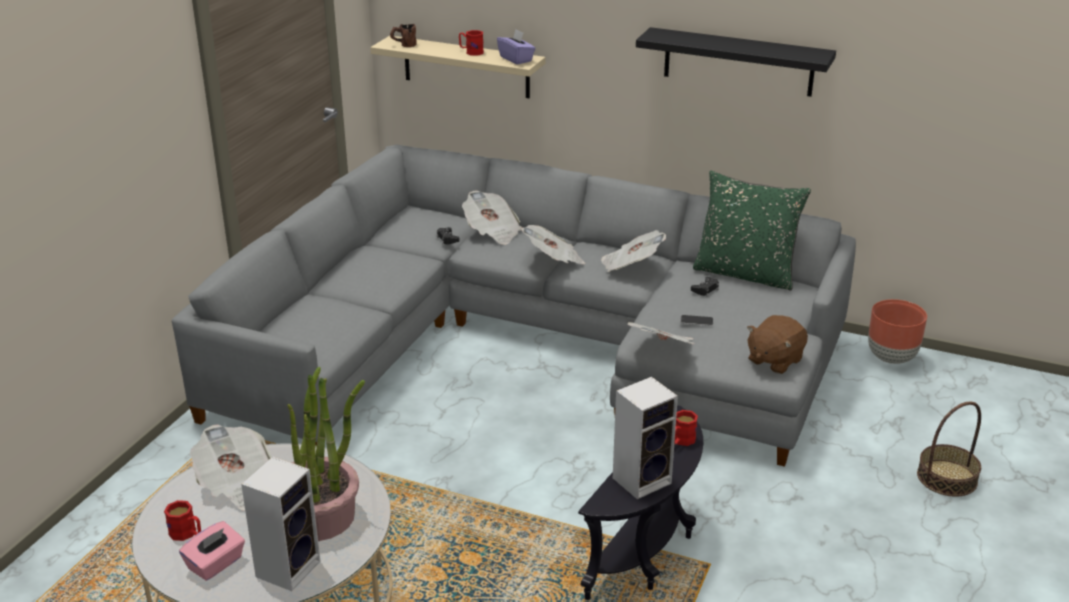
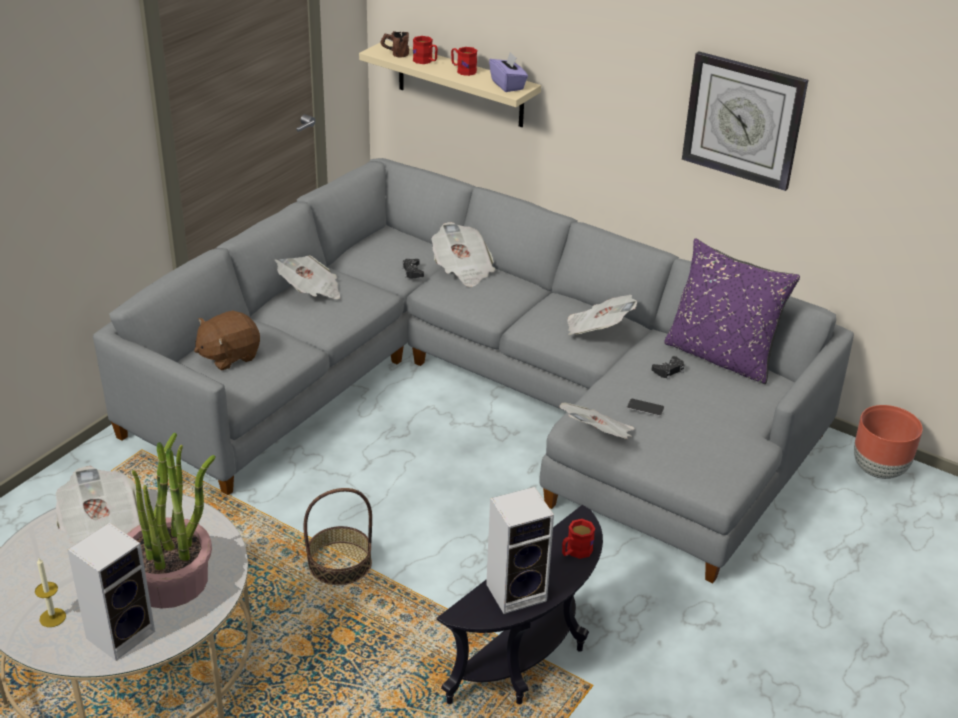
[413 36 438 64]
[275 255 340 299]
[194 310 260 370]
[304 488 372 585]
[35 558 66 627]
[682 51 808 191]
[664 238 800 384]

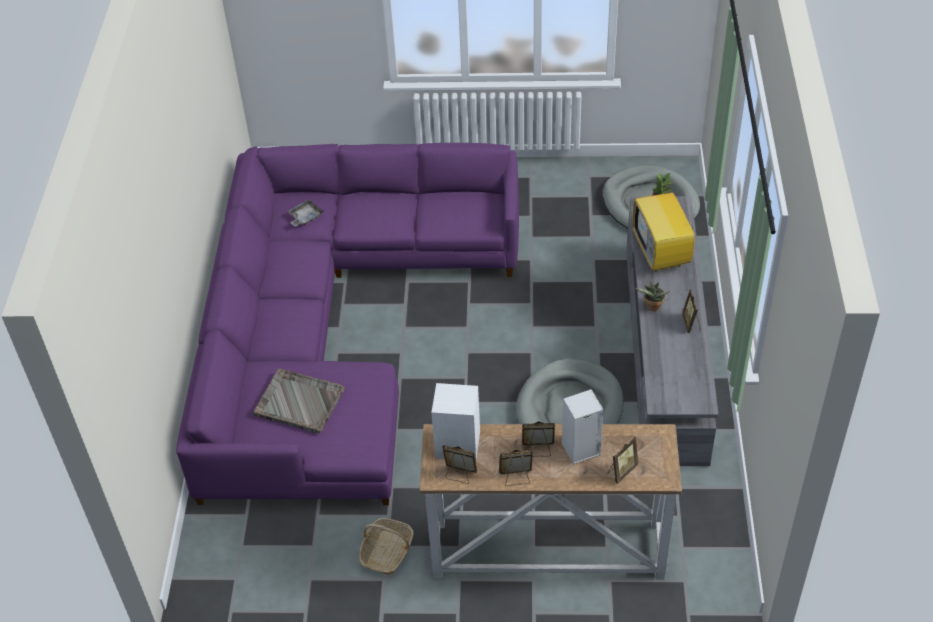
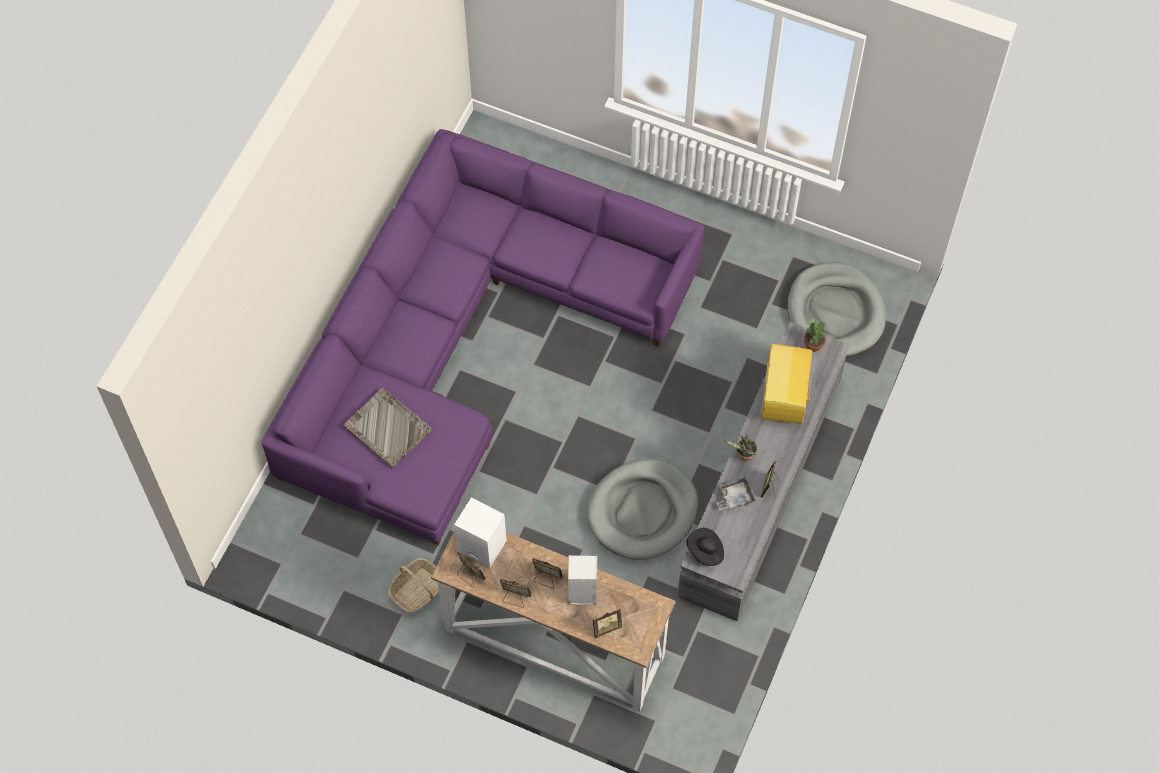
[686 528 724 566]
[716 477 756 511]

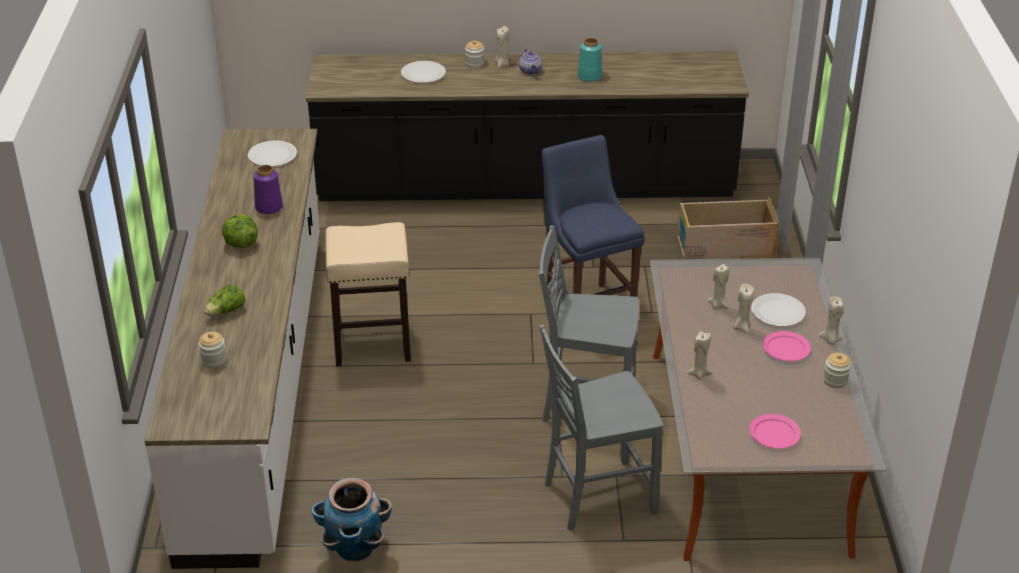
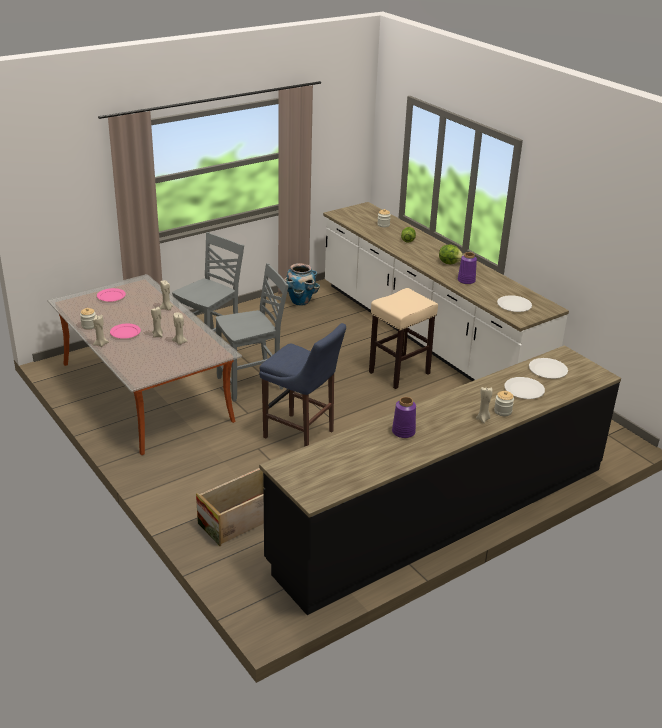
[519 49 542 75] (first image)
[529 358 568 379]
[392 397 416 438]

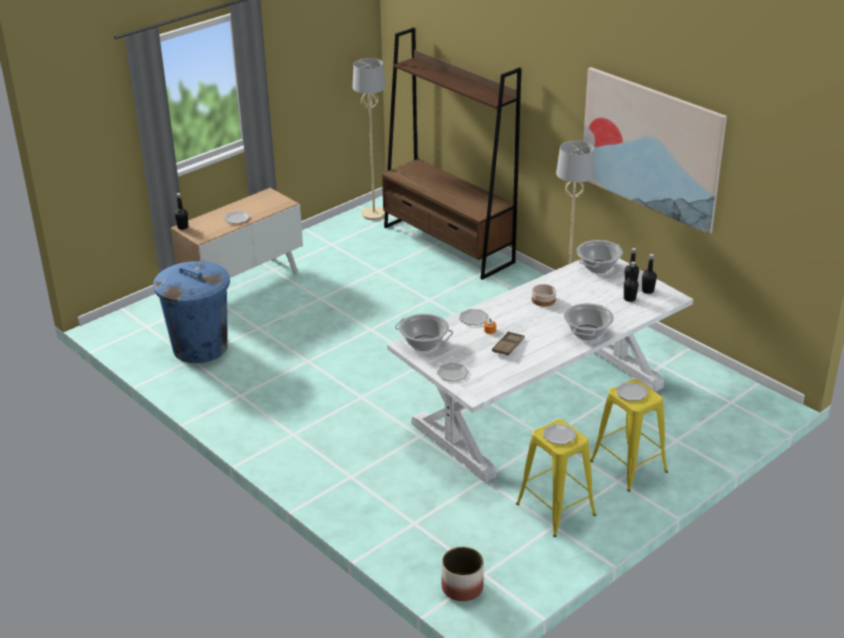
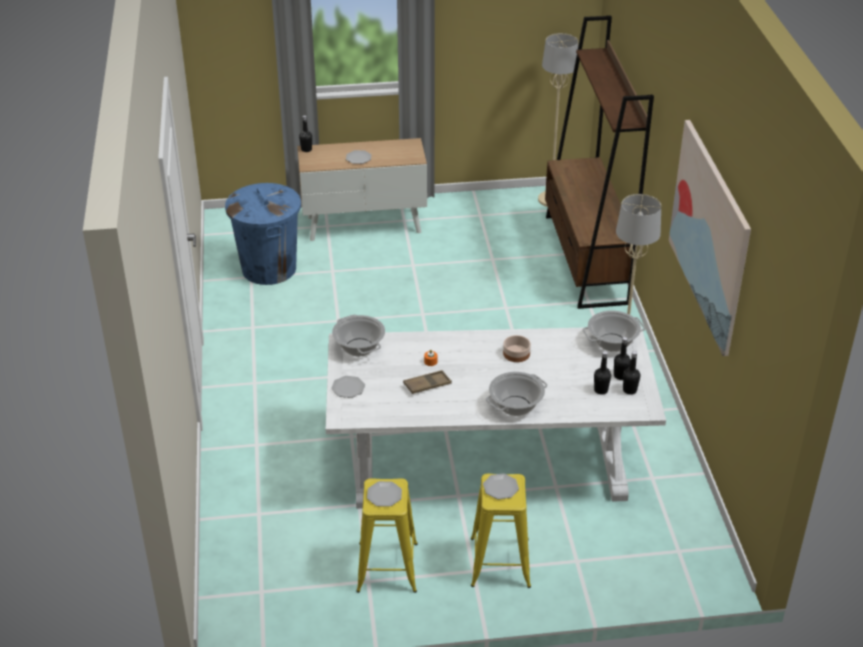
[442 547 484 601] (first image)
[459 309 488 325] (first image)

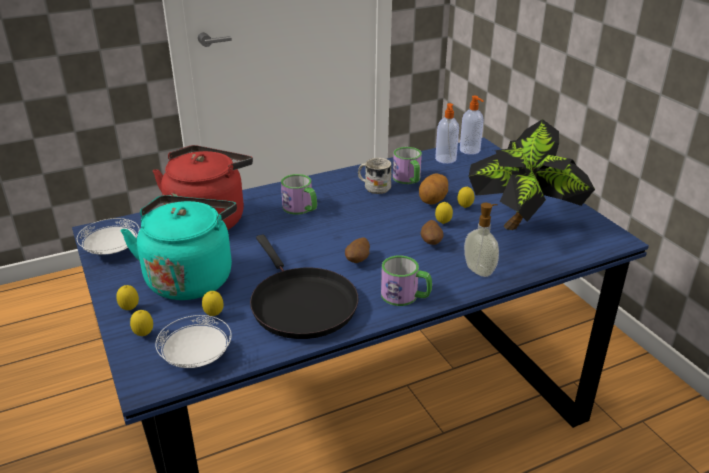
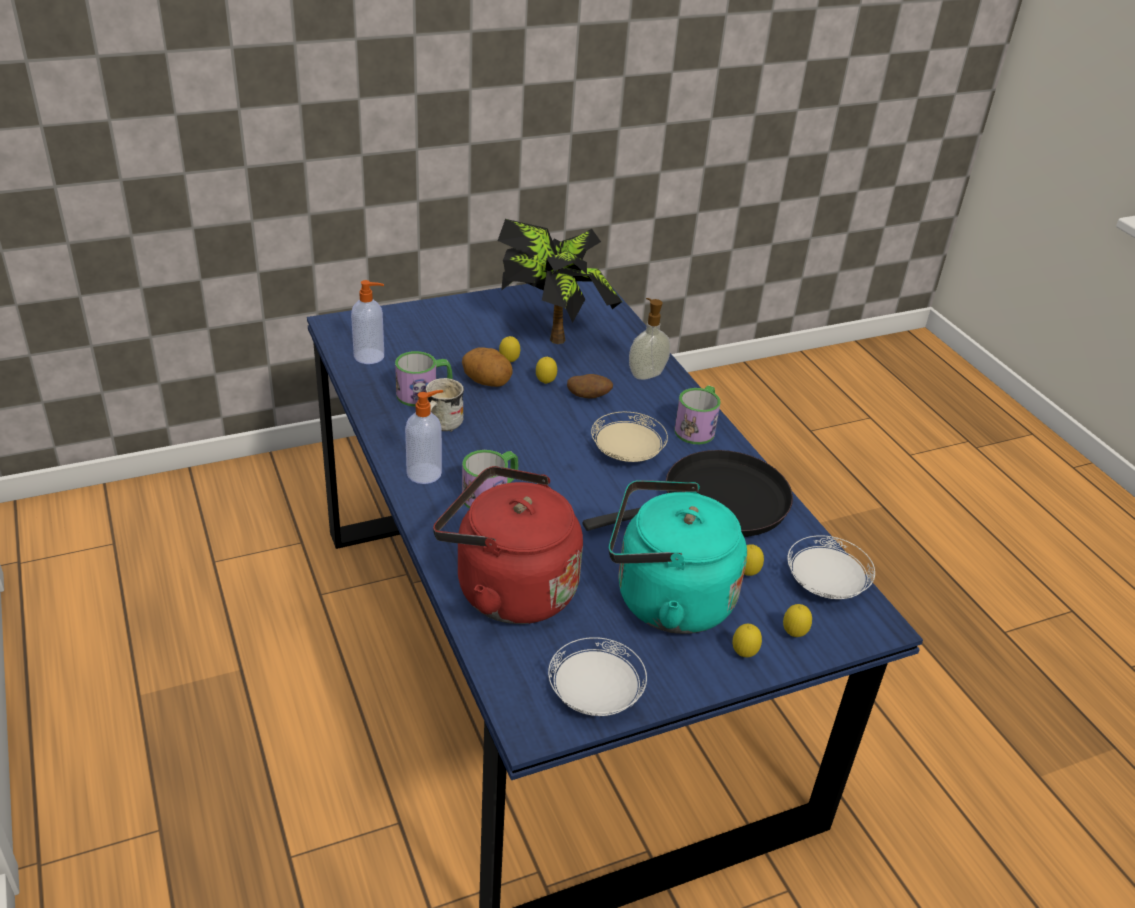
[405 390 443 484]
[591 412 668 462]

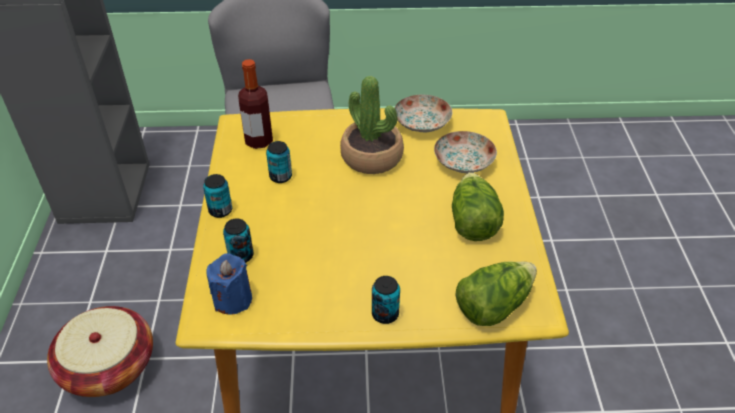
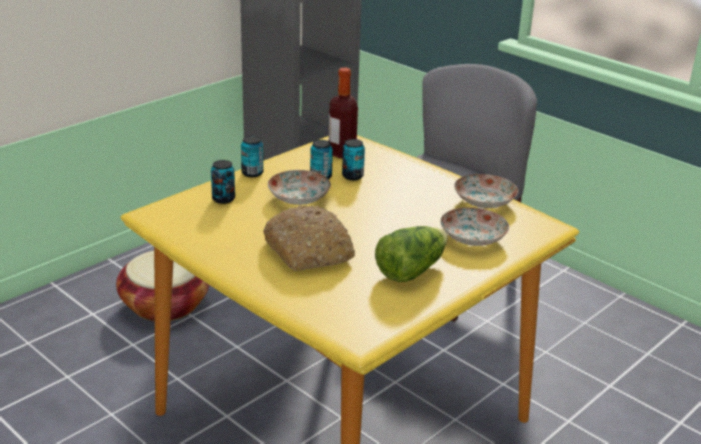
[206 253 252 315] (first image)
[340 76 404 174] (first image)
[455 261 537 326] (first image)
[263 205 355 271]
[268 170 331 205]
[342 139 365 180]

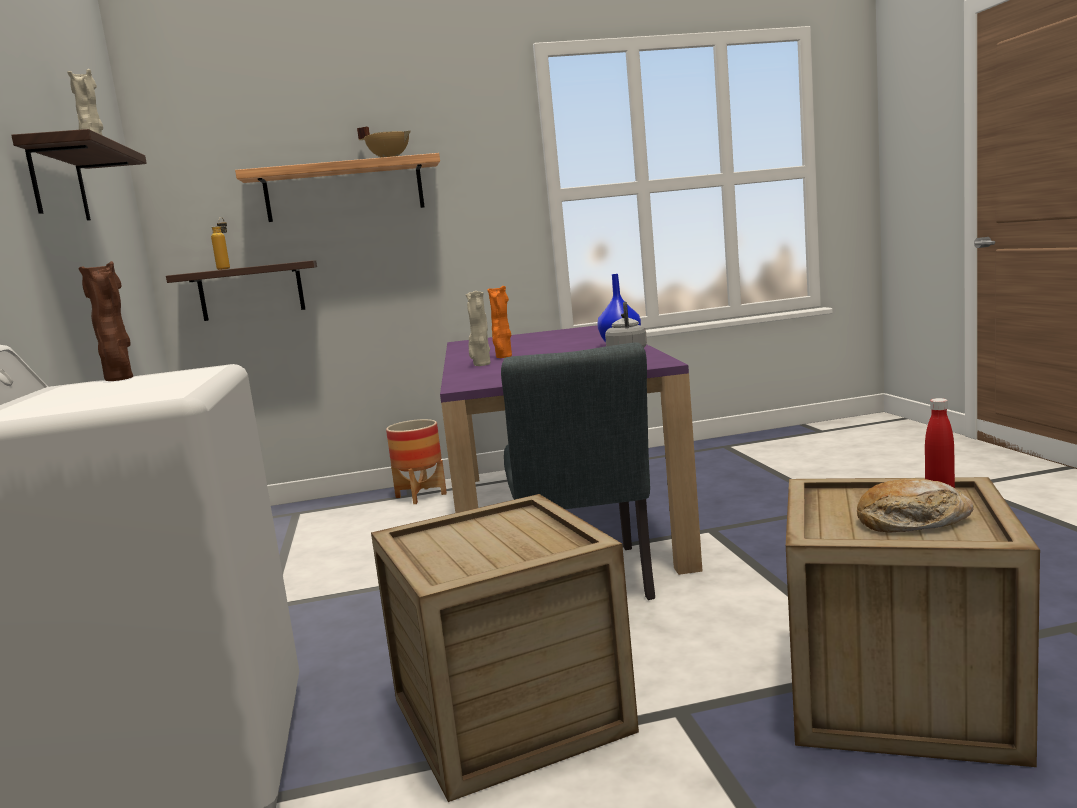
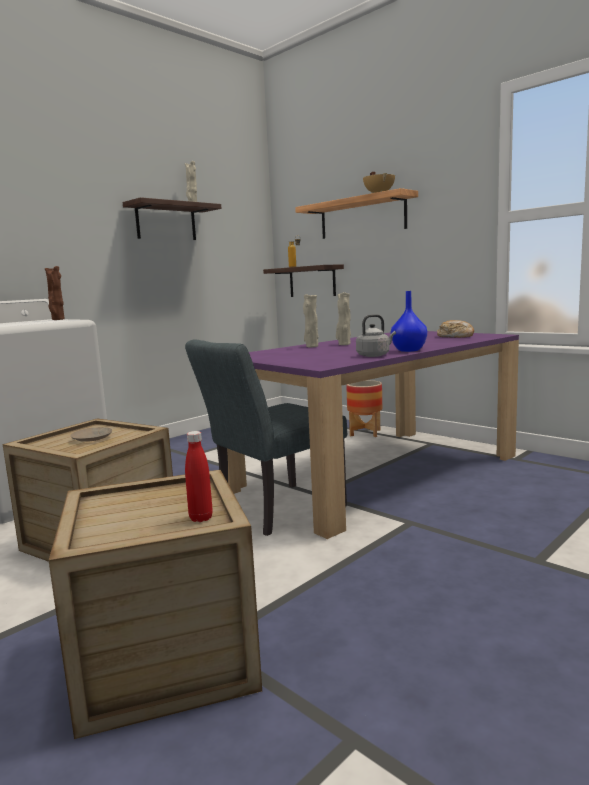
[70 427 112 442]
[437 320 474 338]
[336 292 351 345]

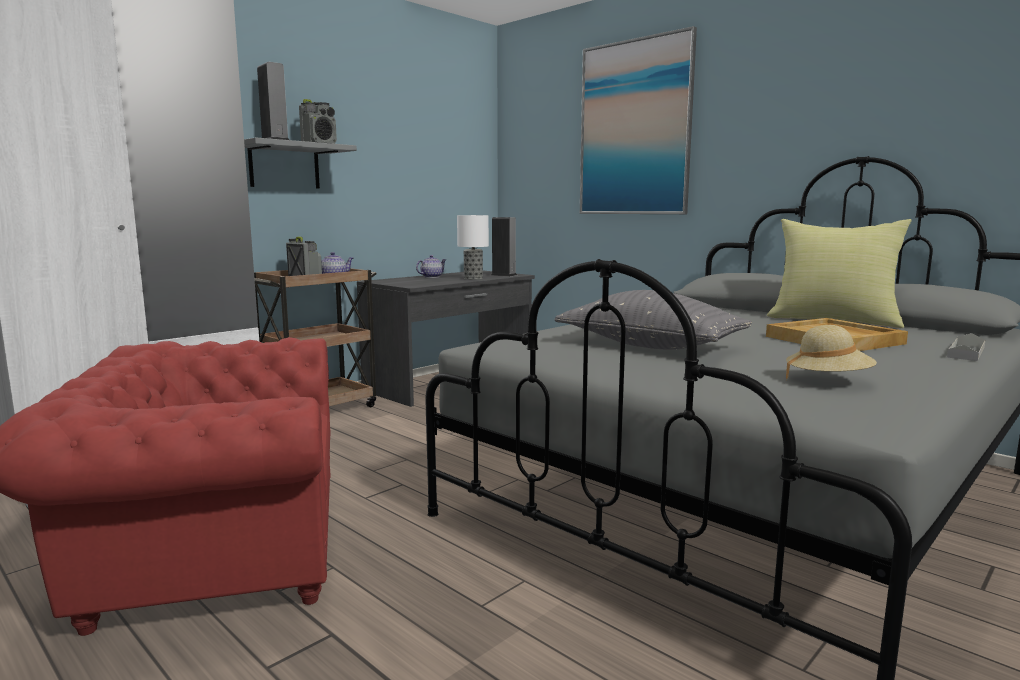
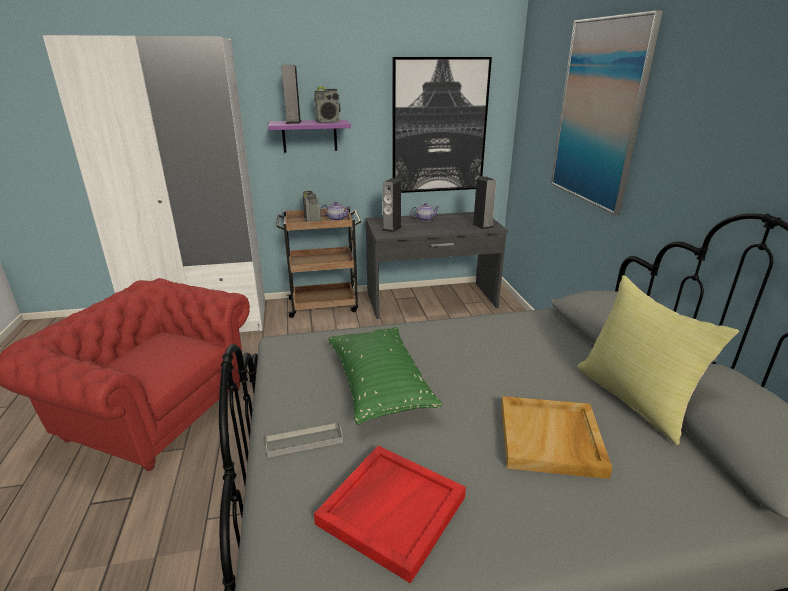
[457 215 489 280] (first image)
[382 178 402 232]
[392 57 492 193]
[265 422 343 458]
[314 446 466 584]
[268 120 351 152]
[328 327 443 425]

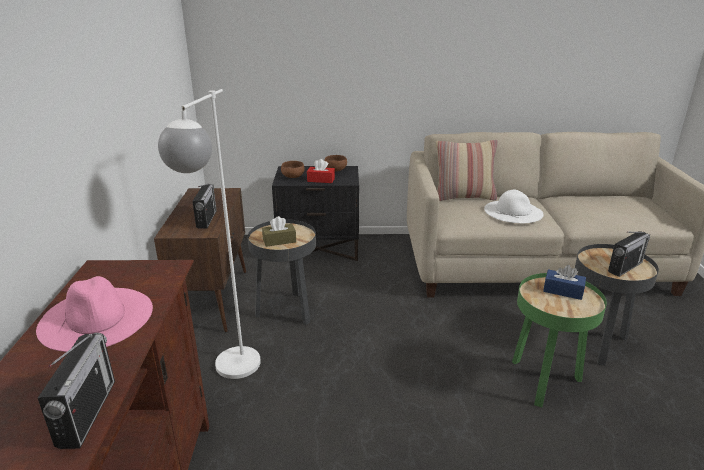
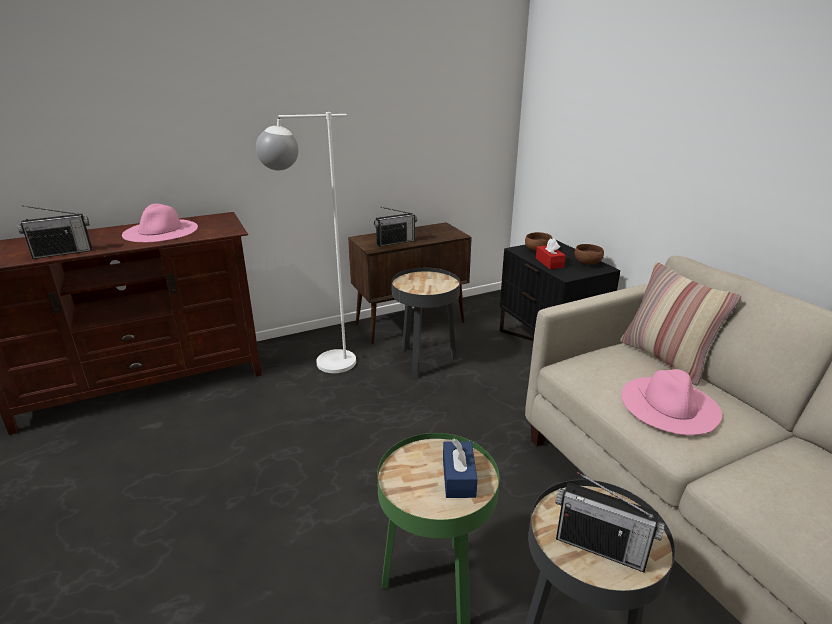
[262 216 296 247] (first image)
[622 369 722 435]

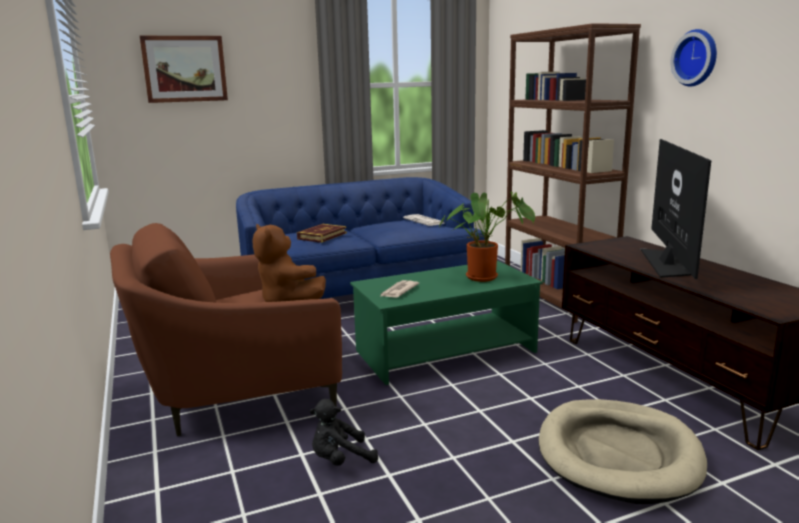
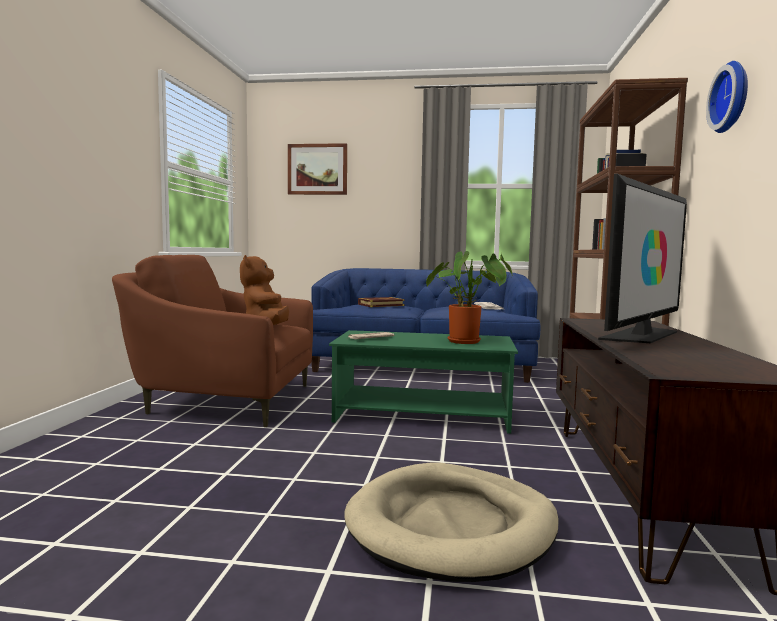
[310 399 378 466] (first image)

